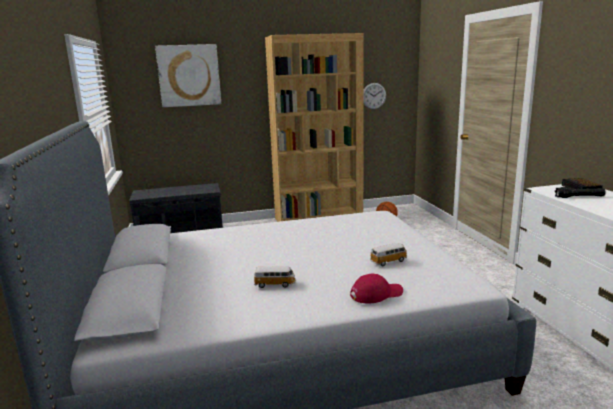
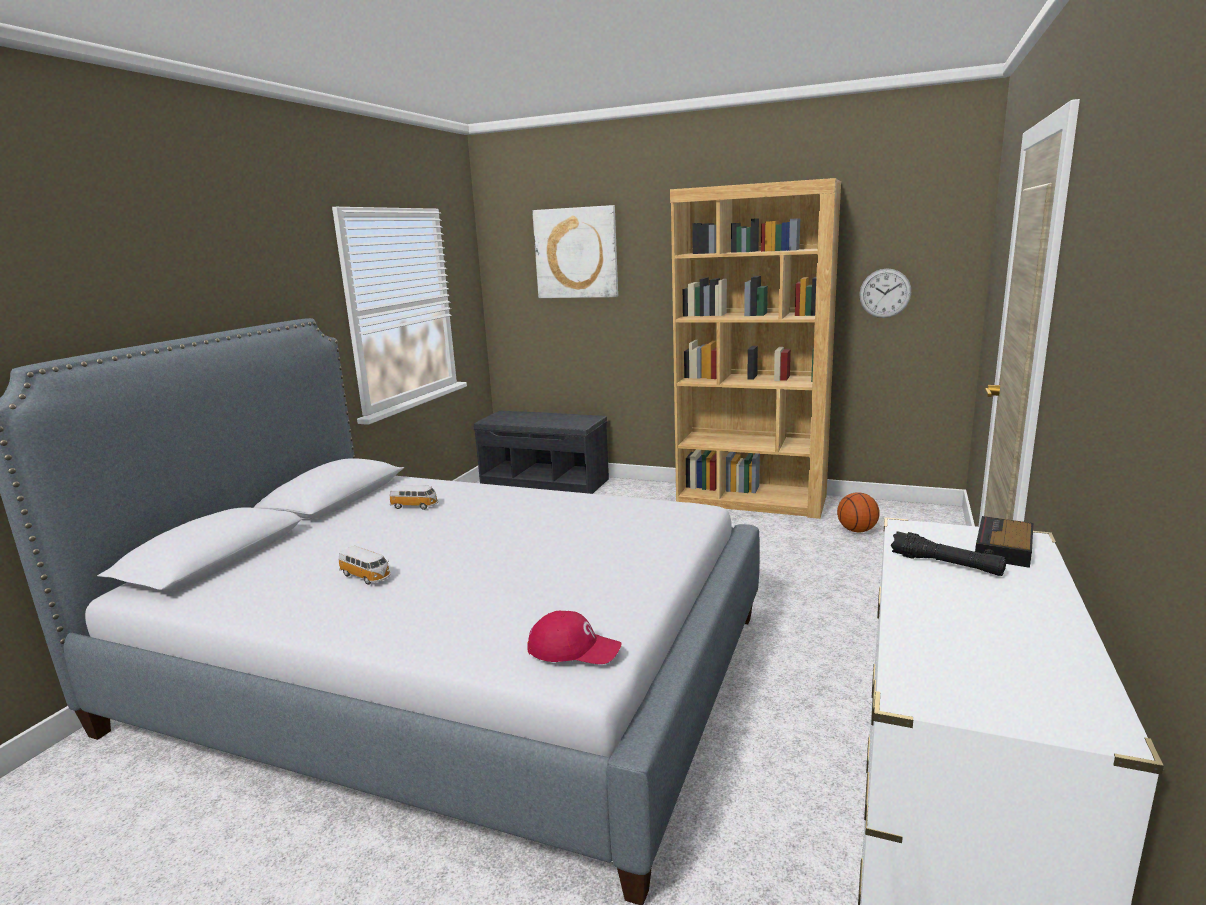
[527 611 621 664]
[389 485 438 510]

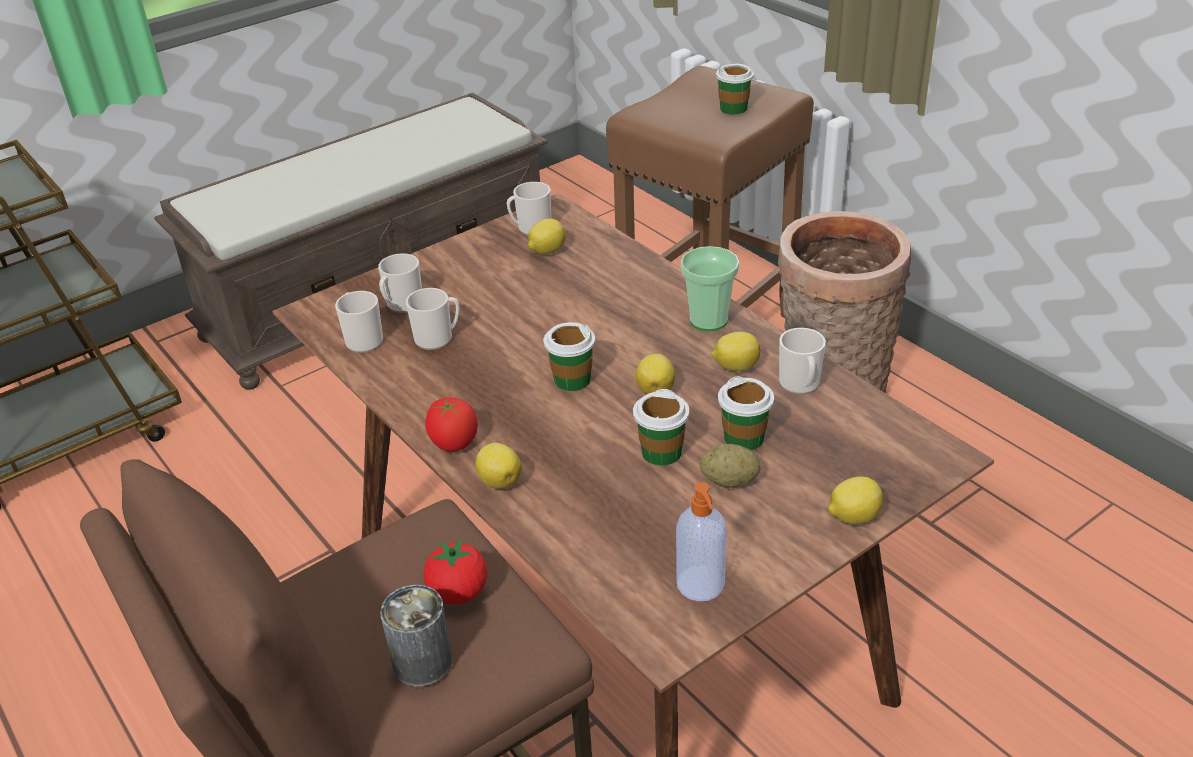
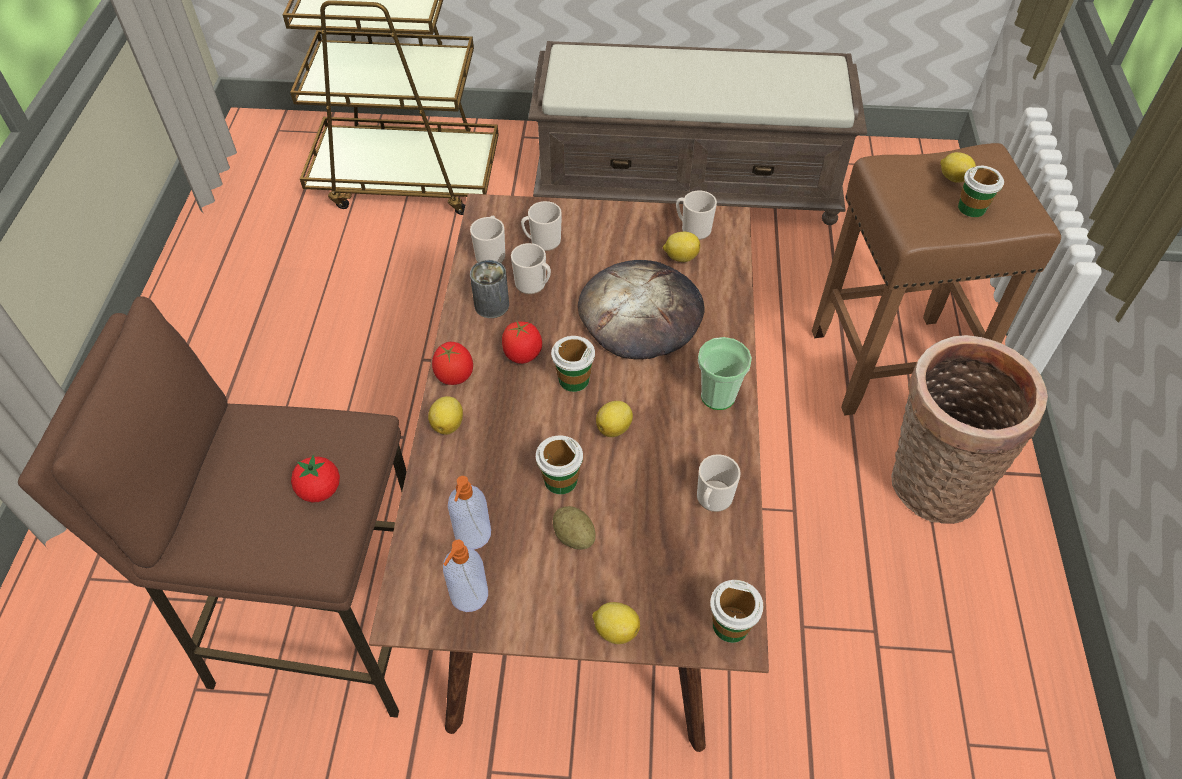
[448 476 491 550]
[502 320 542 364]
[578 260 704 360]
[470 260 509 318]
[940 152 976 183]
[710 580 764 643]

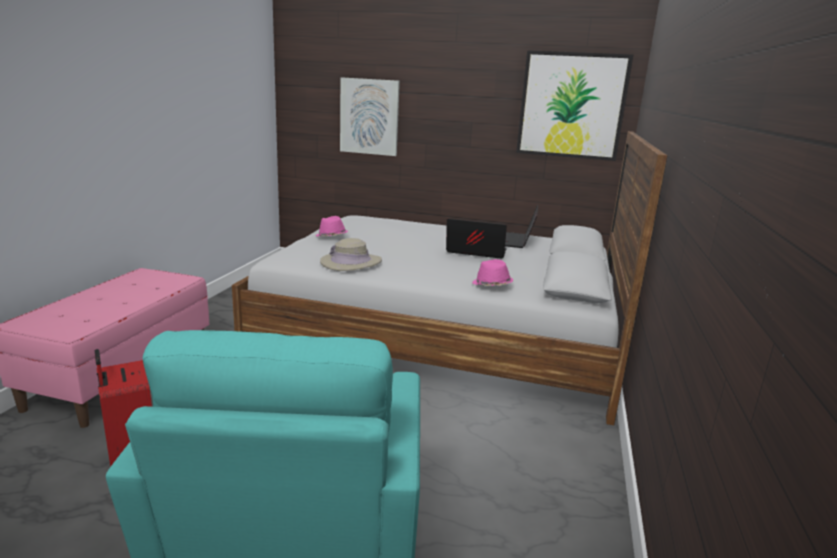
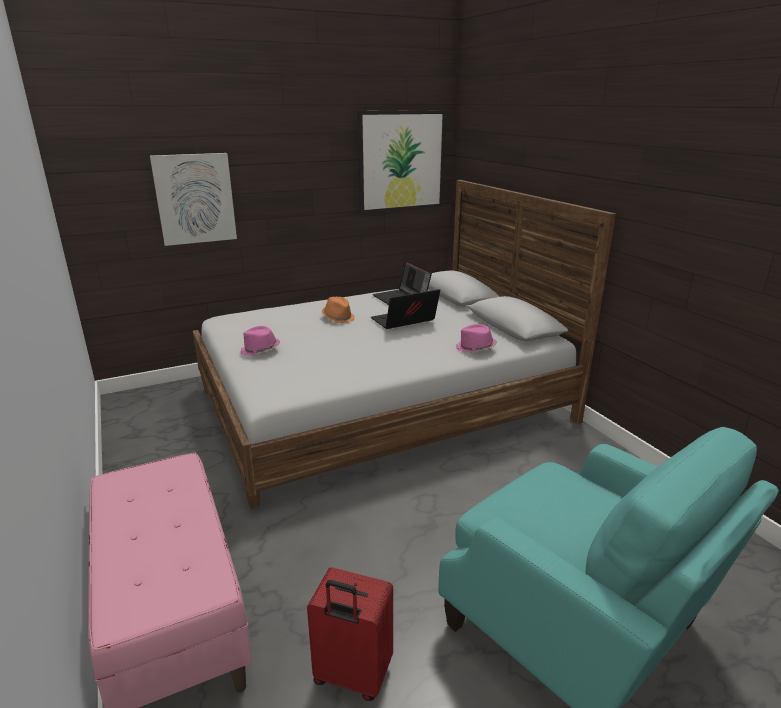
[320 238 382 271] (first image)
[322 297 355 323]

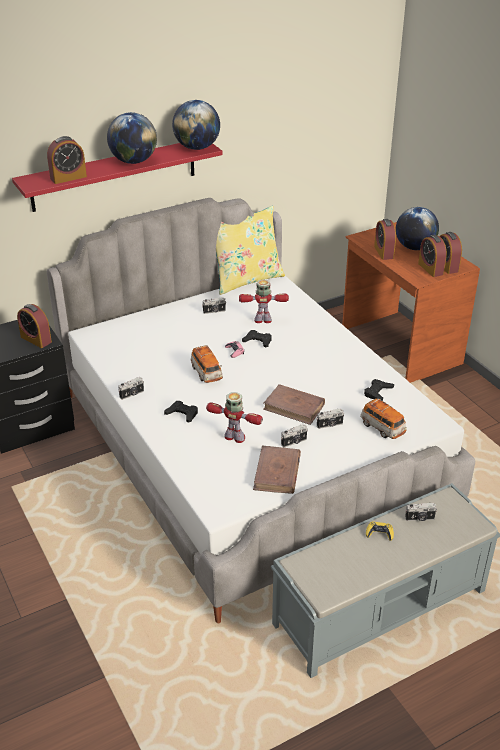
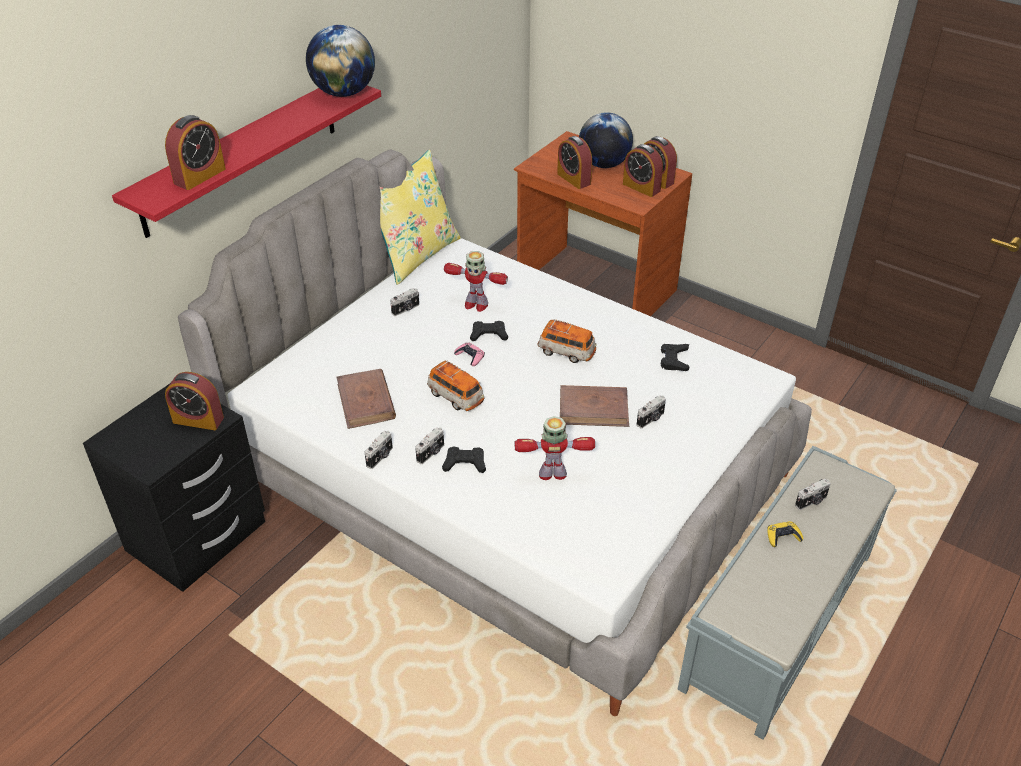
[107 112 157 164] (first image)
[336 369 396 429]
[415 427 444 464]
[538 319 597 363]
[444 251 508 312]

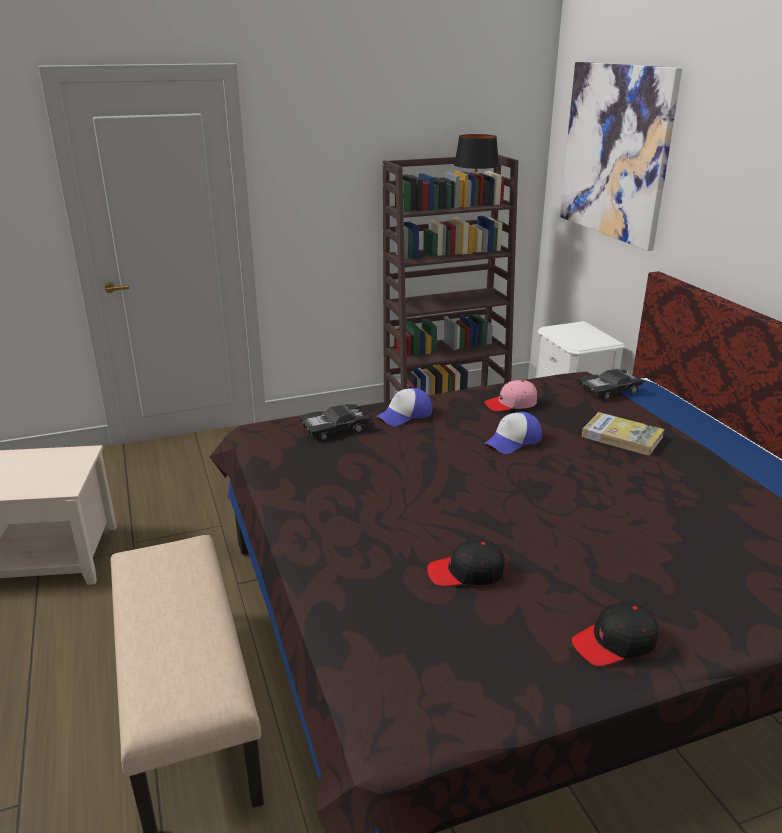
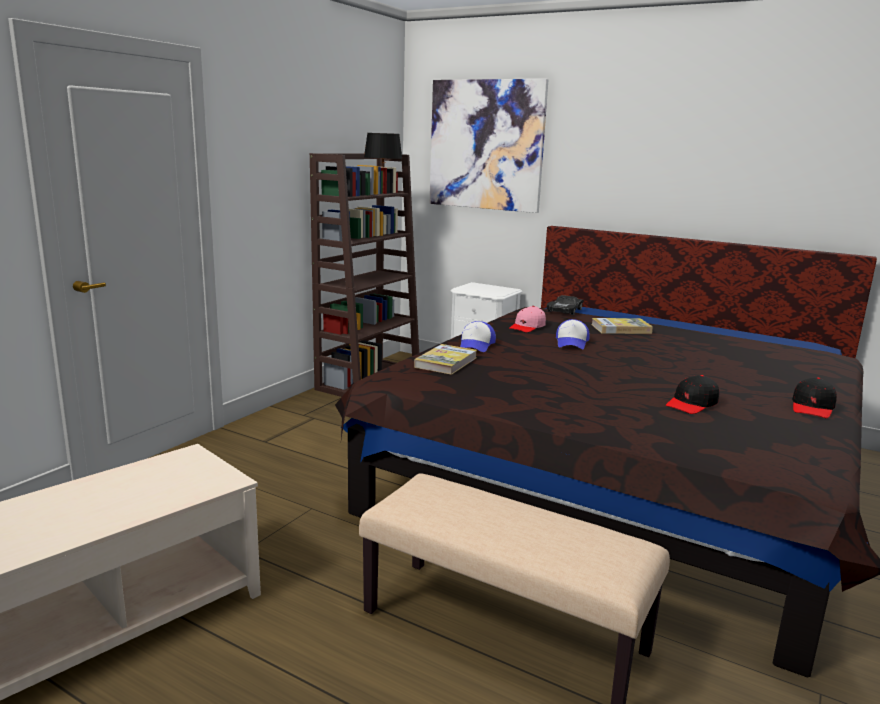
[414 344 477 375]

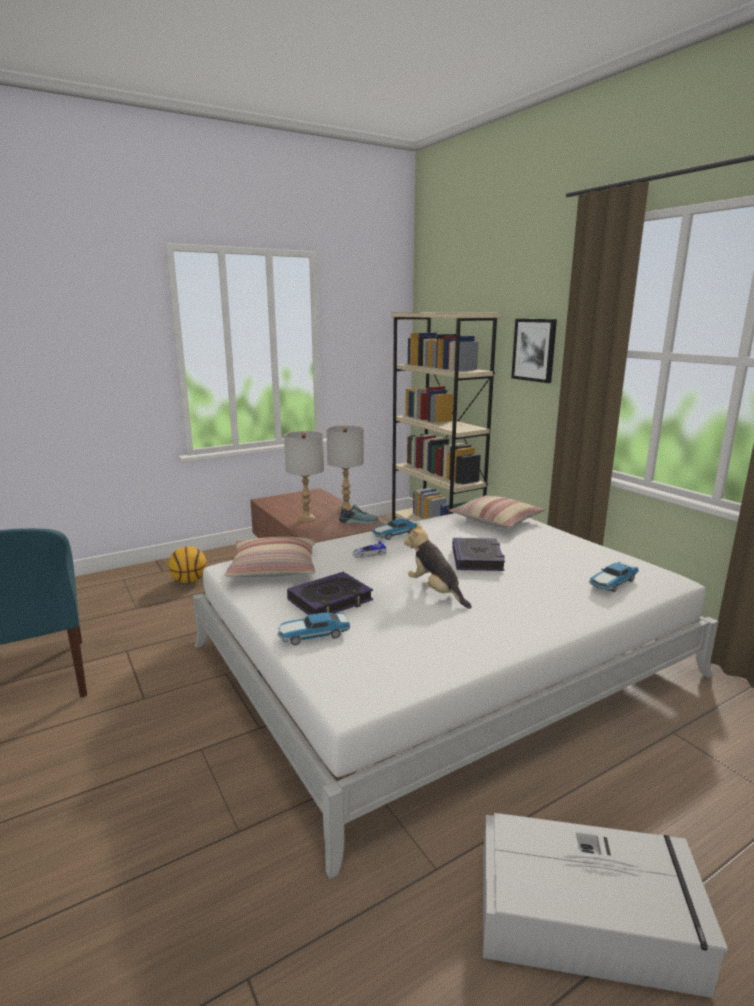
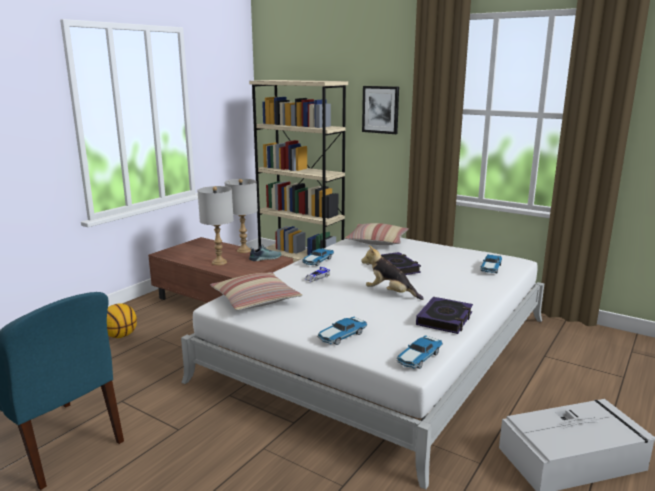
[396 335 443 369]
[416 297 473 334]

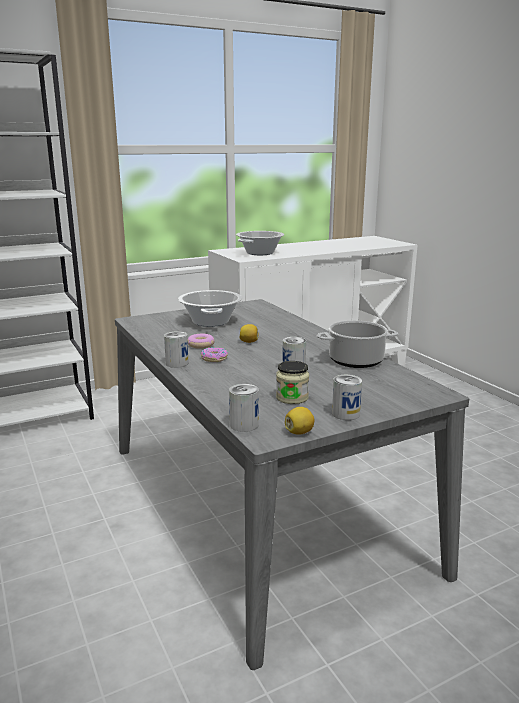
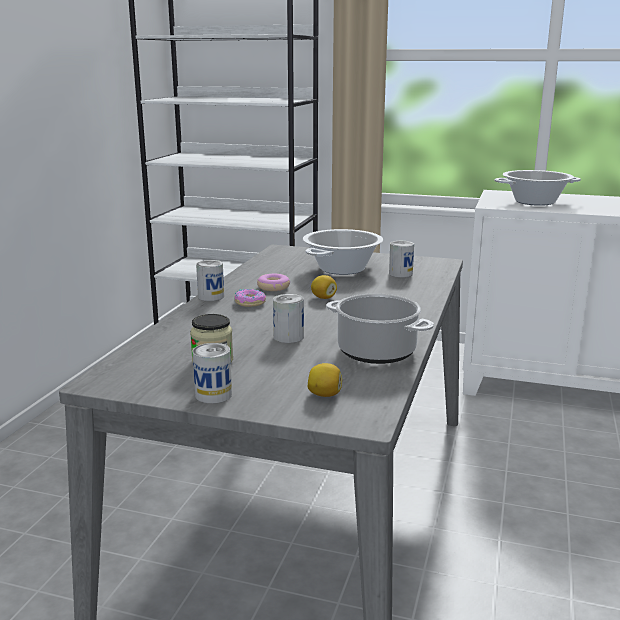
[389 241 414 278]
[307 363 342 397]

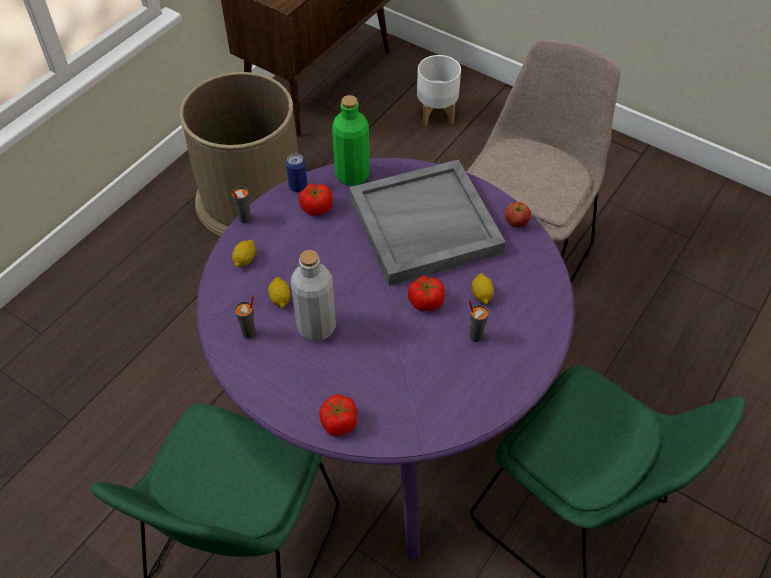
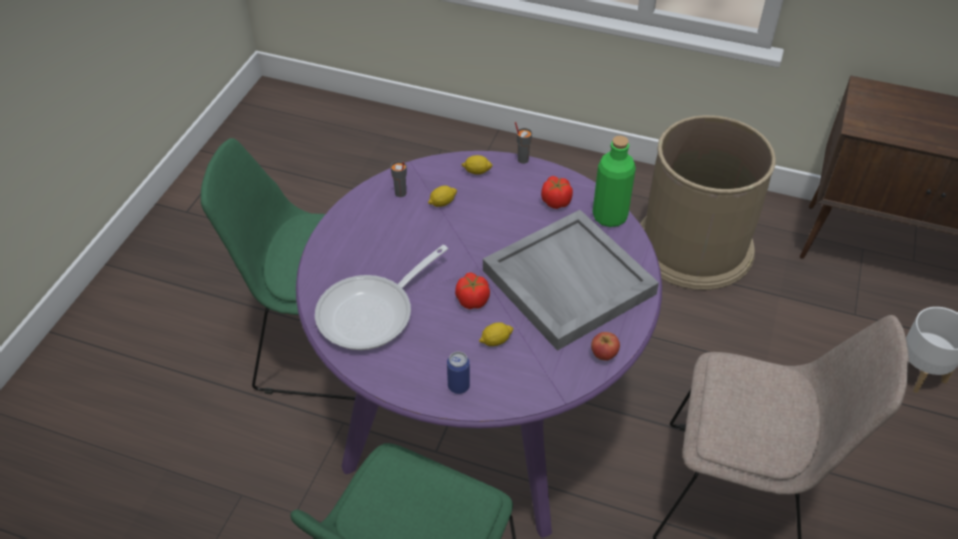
[291 250 336 341] (first image)
[319 394 357 437] (first image)
[469 300 489 342] (first image)
[315 245 448 350]
[447 351 470 394]

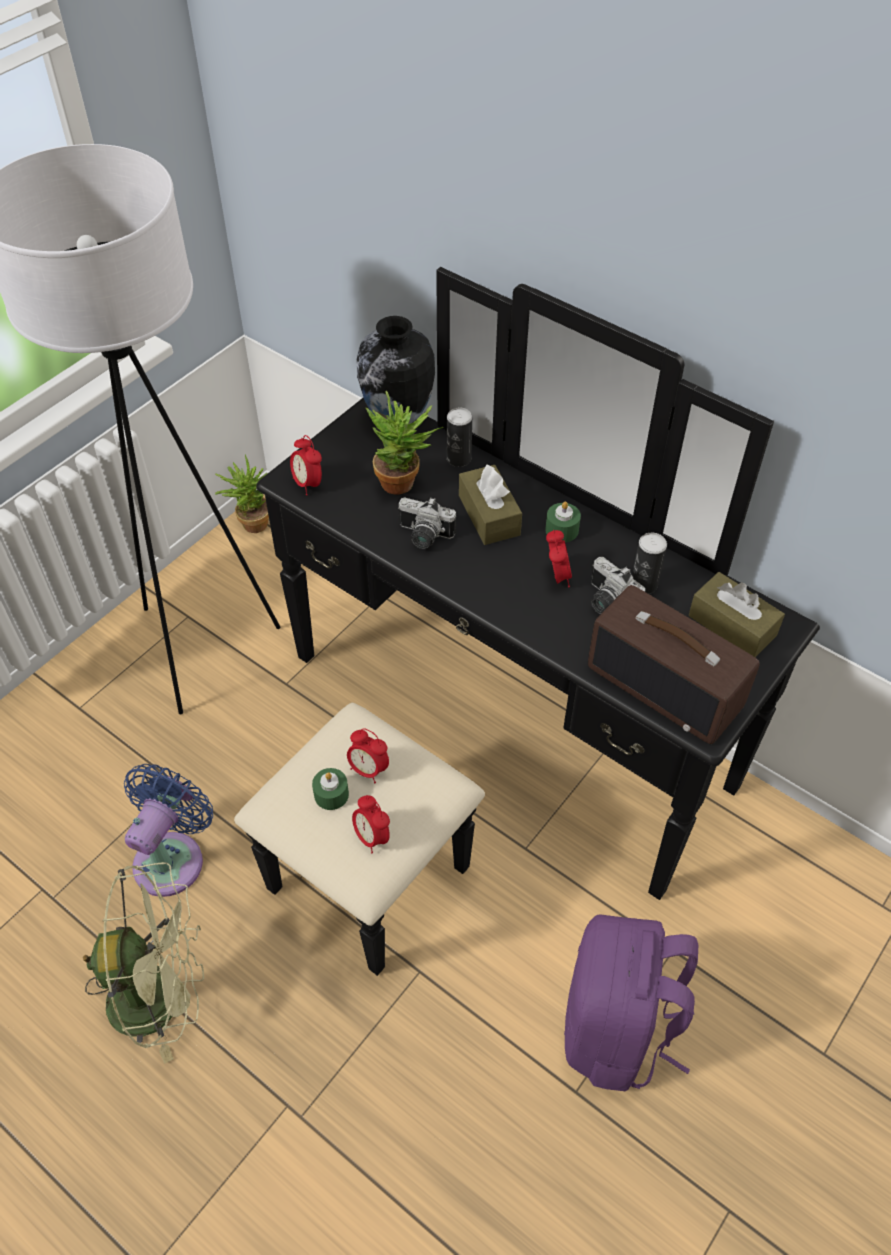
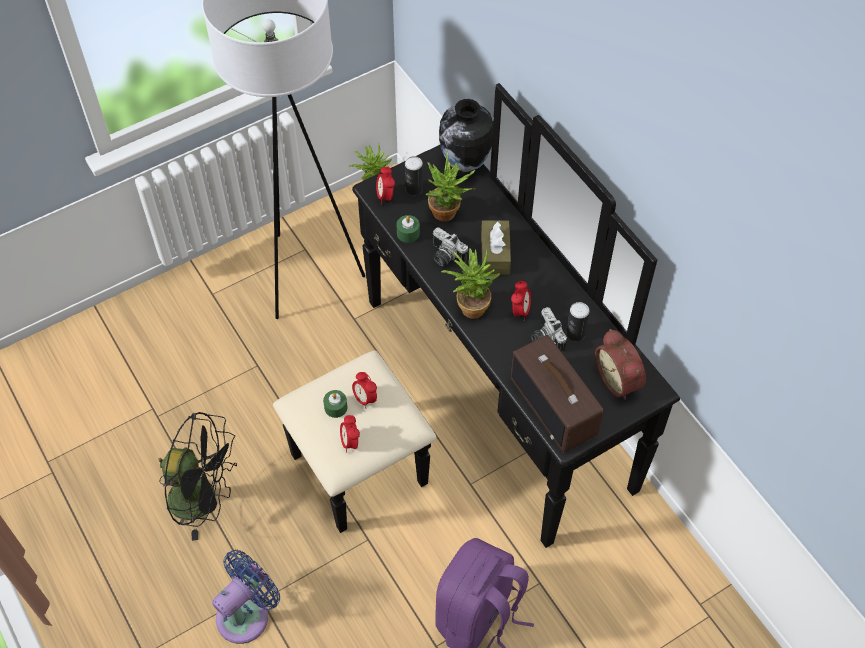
[441 248 500 319]
[212 550 280 644]
[405 156 423 195]
[396 215 420 243]
[595 329 646 400]
[159 412 237 541]

